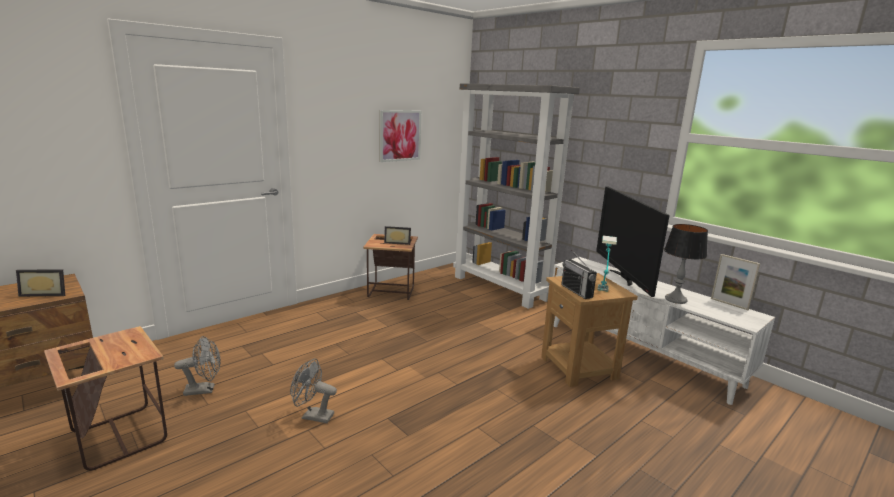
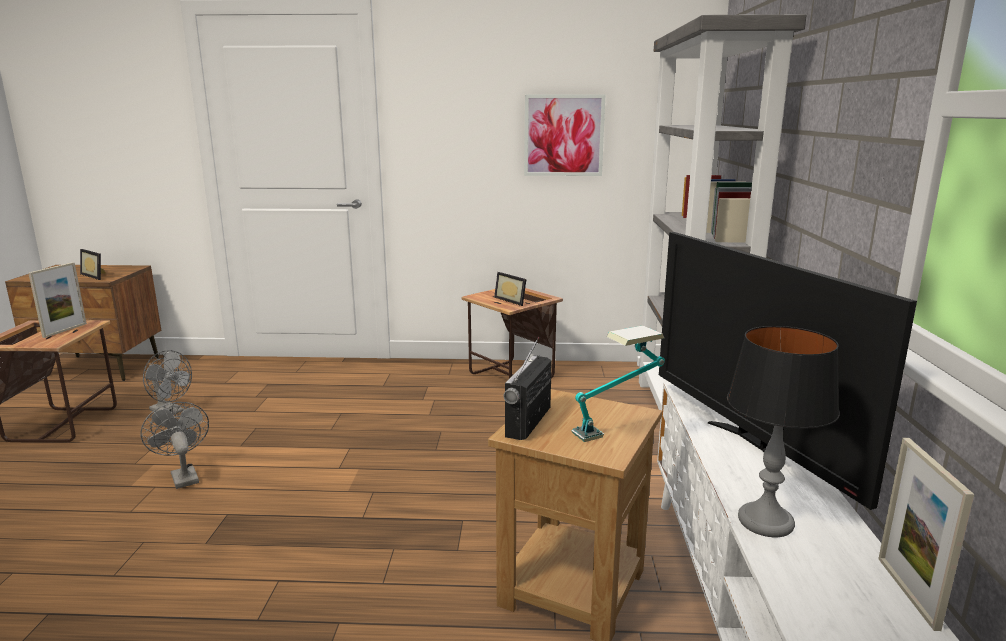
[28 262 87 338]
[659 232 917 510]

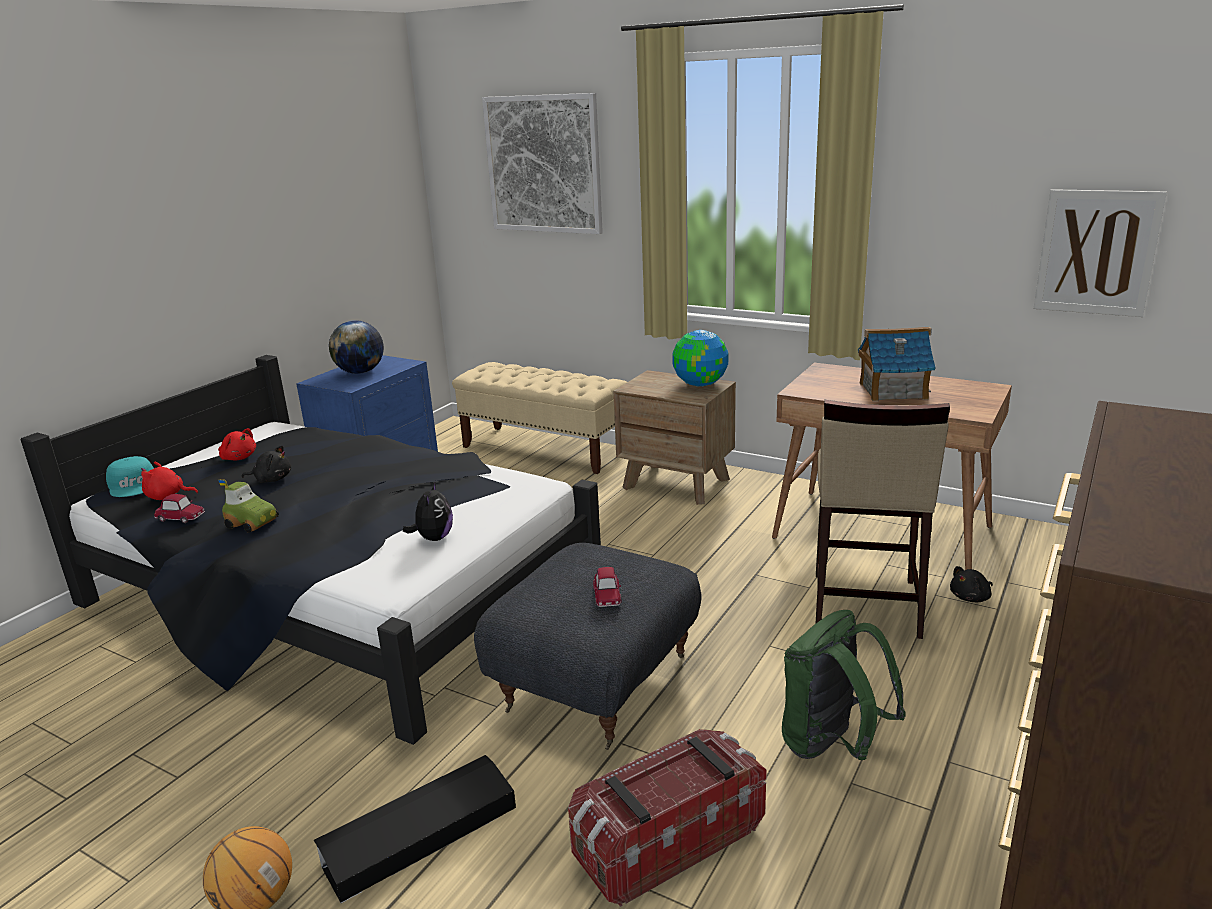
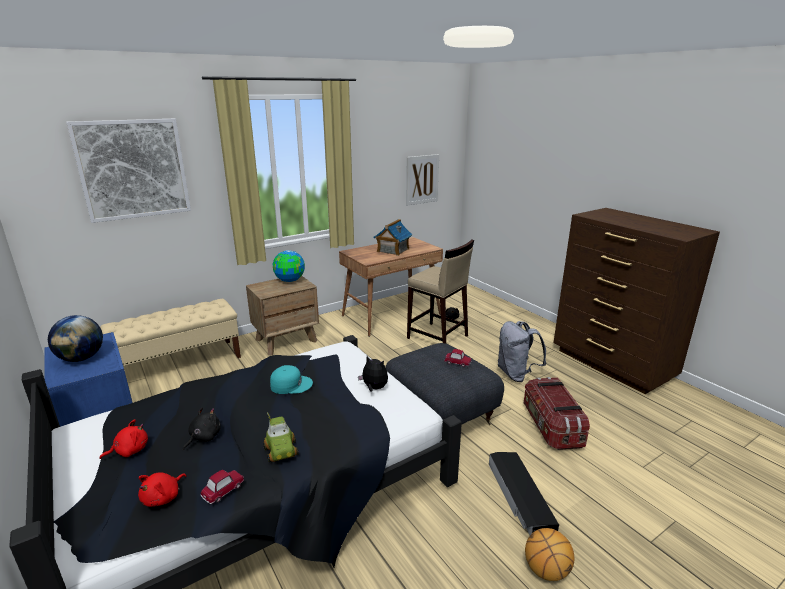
[263 412 298 462]
[270 365 313 394]
[498 321 546 382]

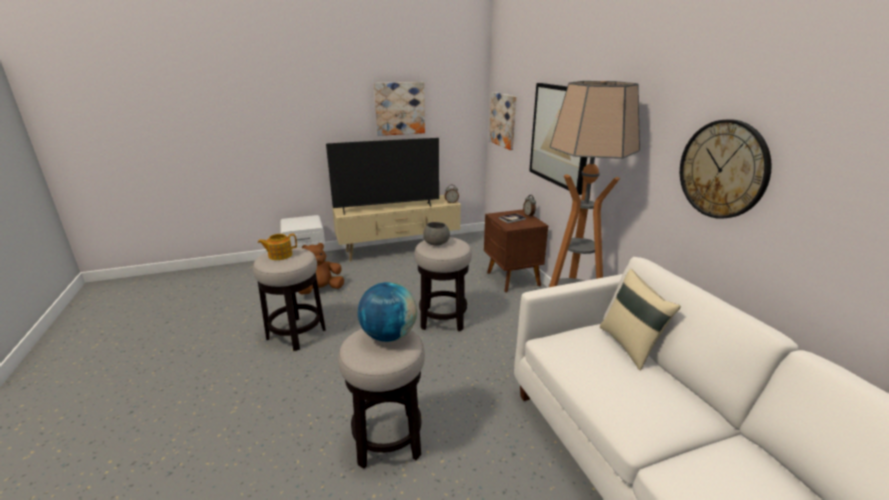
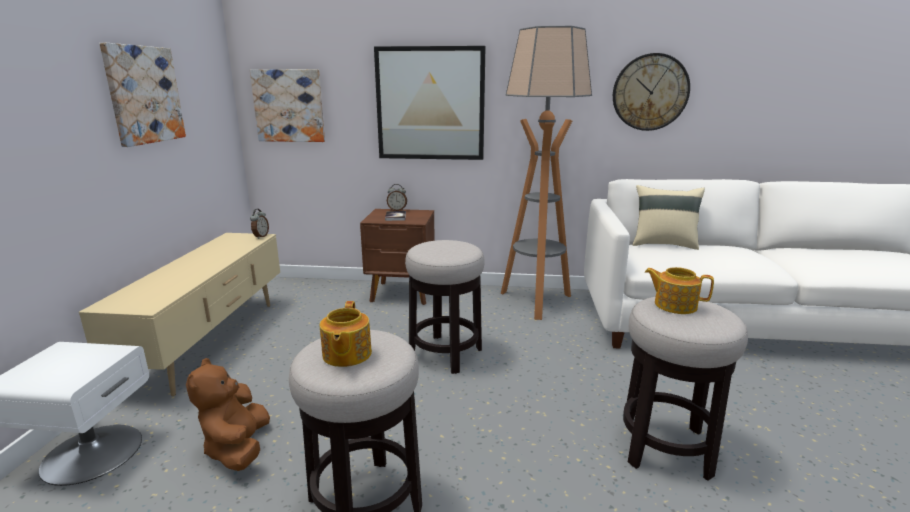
[645 267 714 314]
[326 138 439 215] (first image)
[423 222 450 246] (first image)

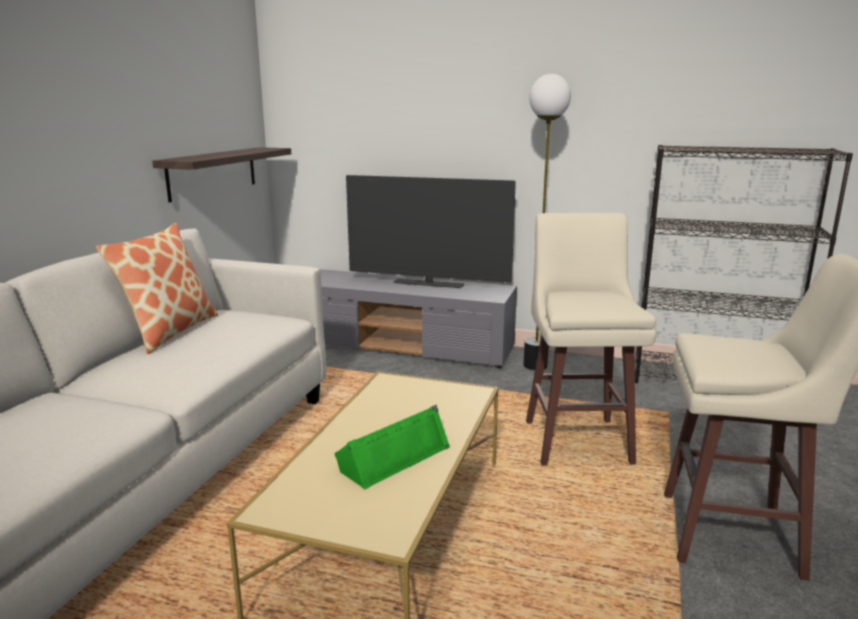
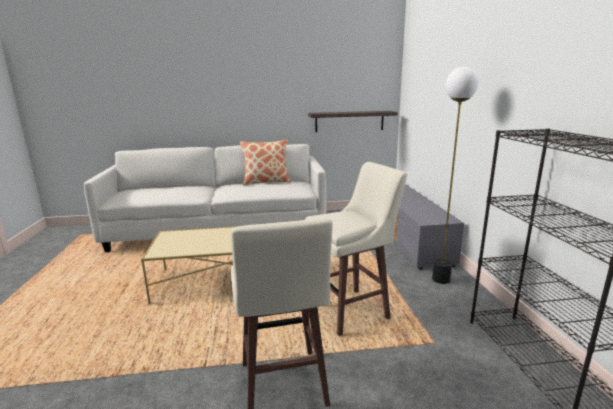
[334 405 450 489] (first image)
[346 175 516 288] (first image)

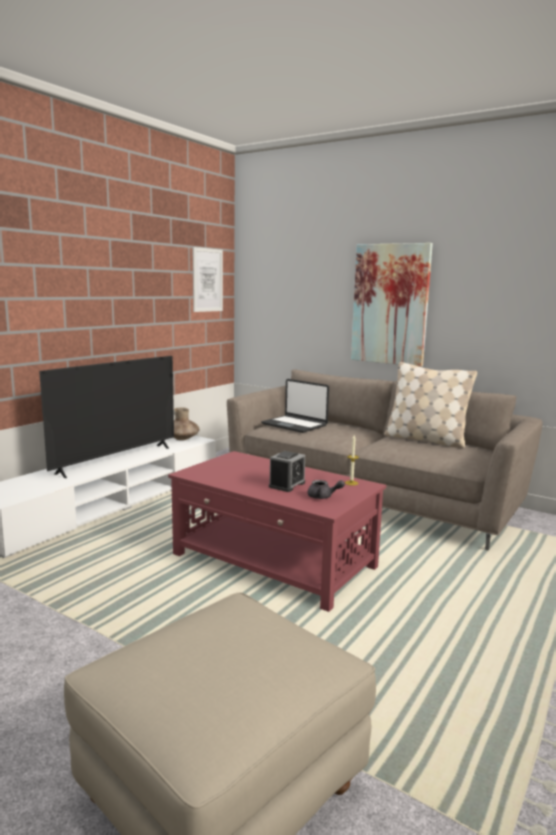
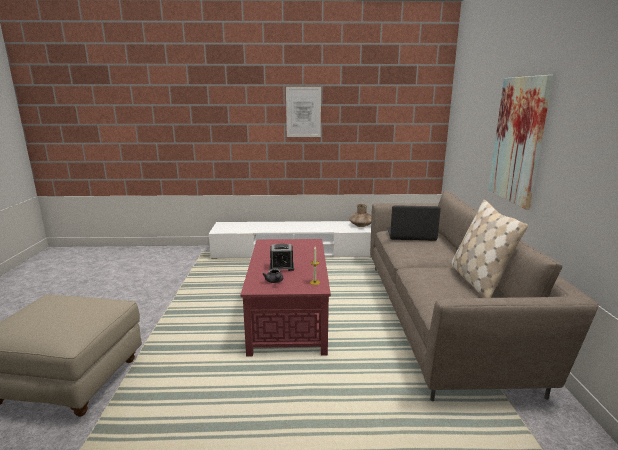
[286 87 321 137]
[387 205 441 241]
[39 356 174 478] (first image)

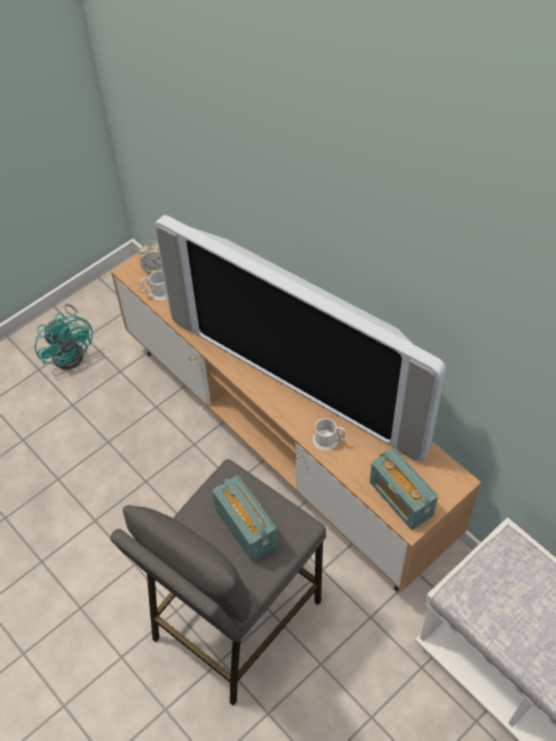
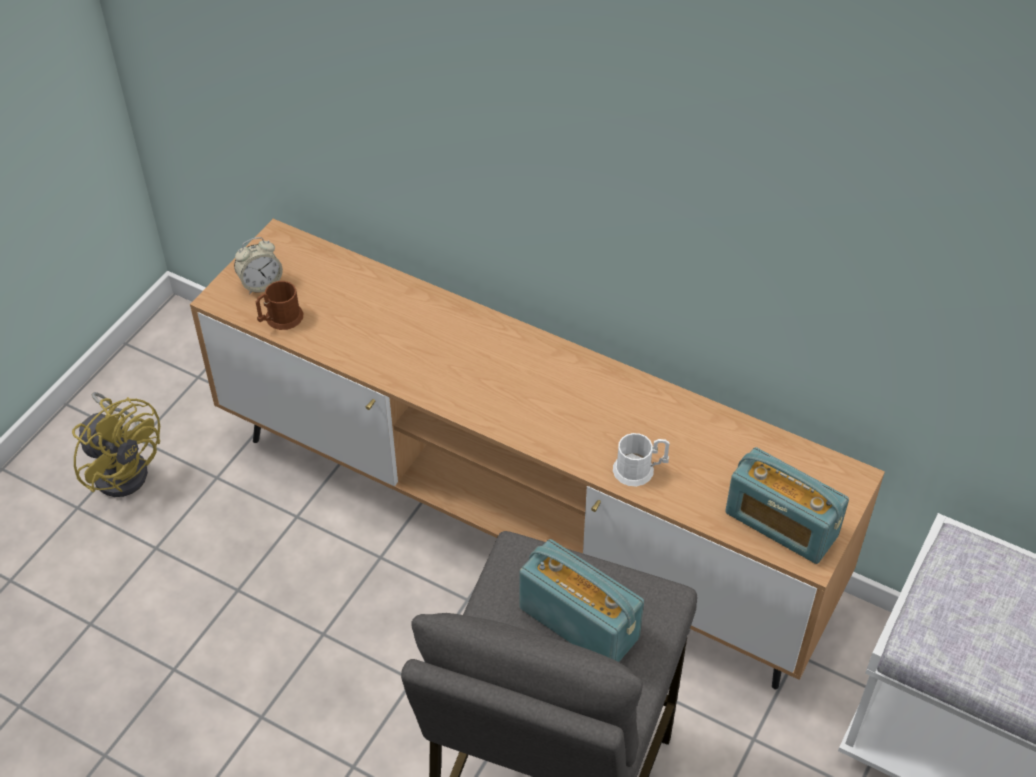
[72 392 160 497]
[256 281 303 330]
[154 215 446 461] (first image)

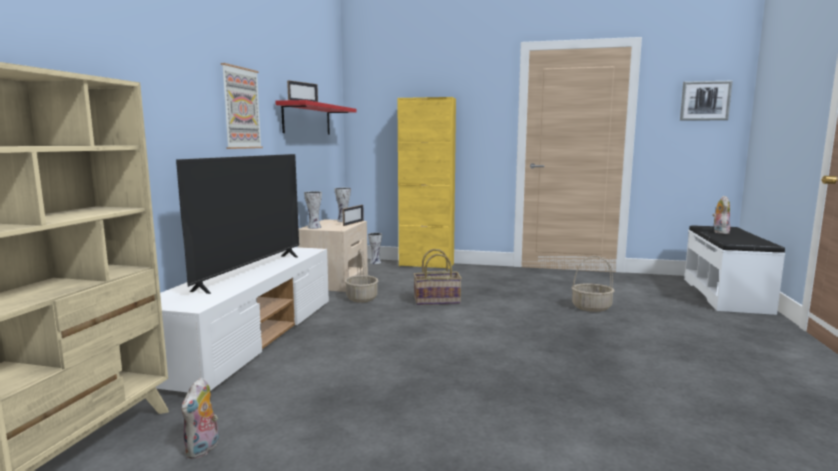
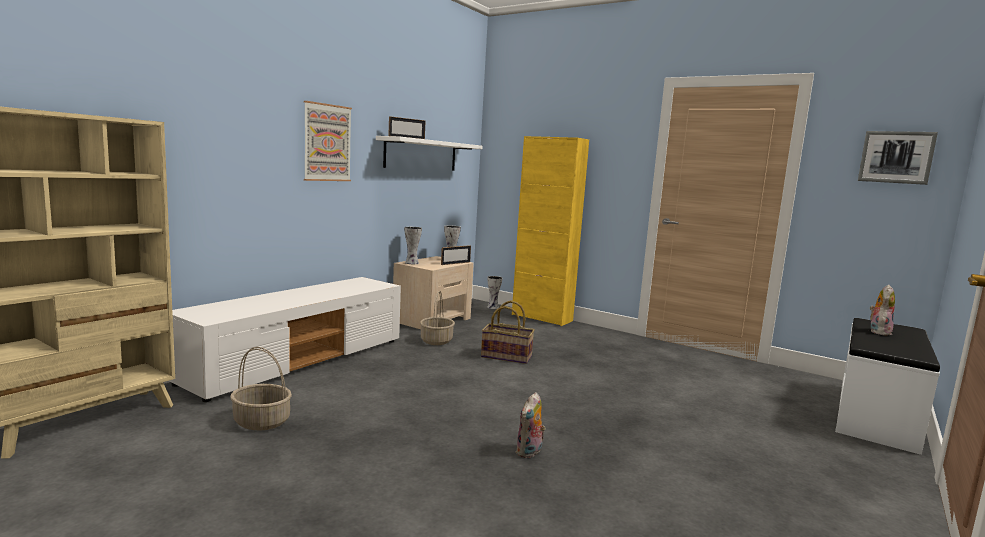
[230 347 292 430]
[376 136 482 171]
[516 392 546 458]
[176 154 299 294] (first image)

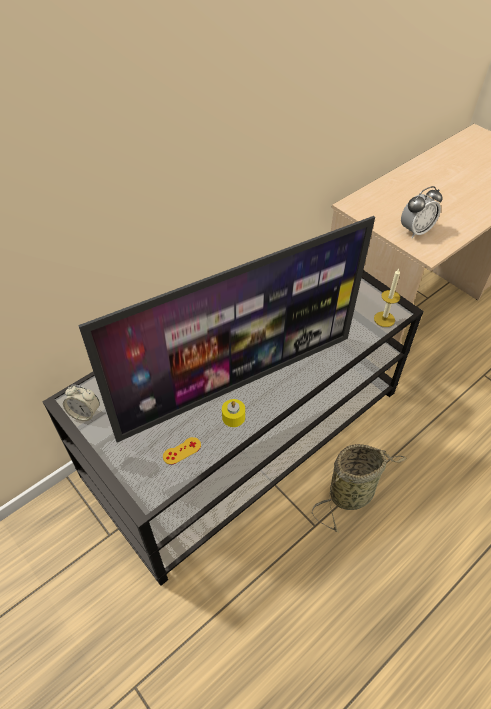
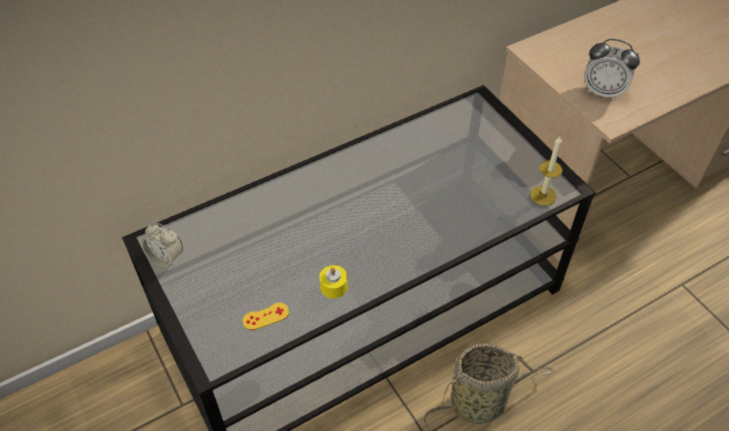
[584 39 640 100]
[78 216 375 442] (first image)

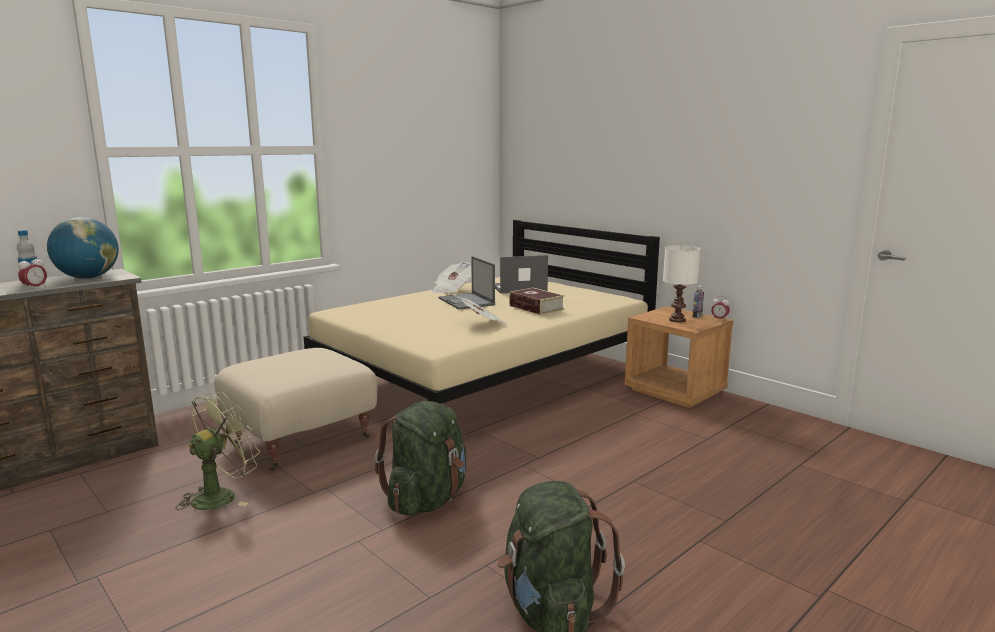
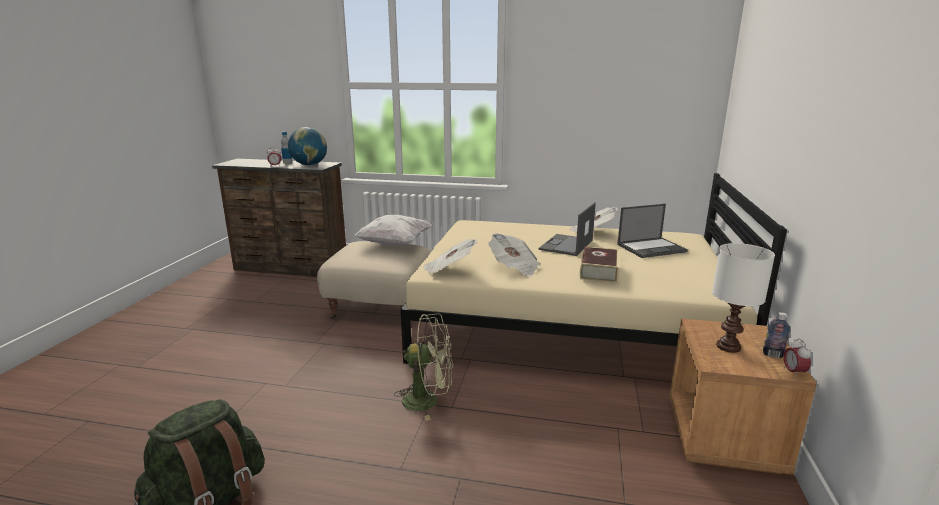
[355 215 432 246]
[394 314 453 421]
[423 239 477 274]
[617 204 688 258]
[375 401 466 516] (first image)

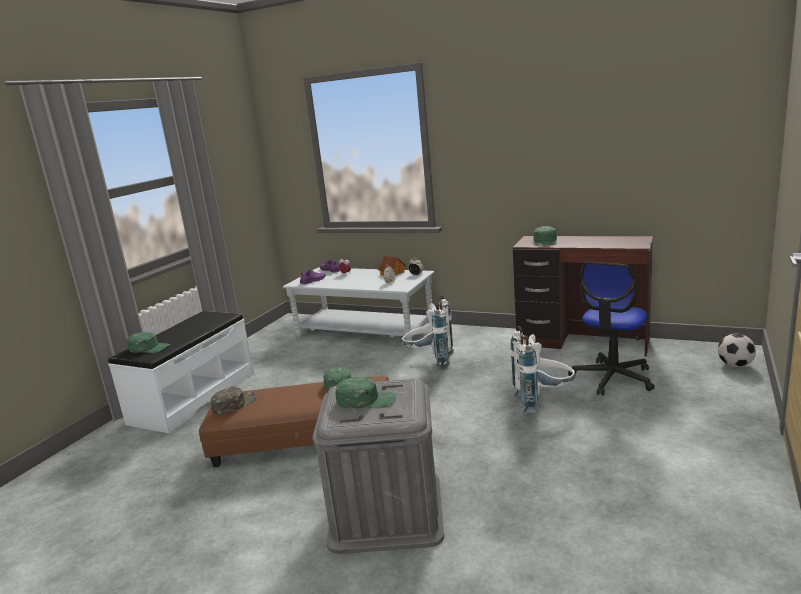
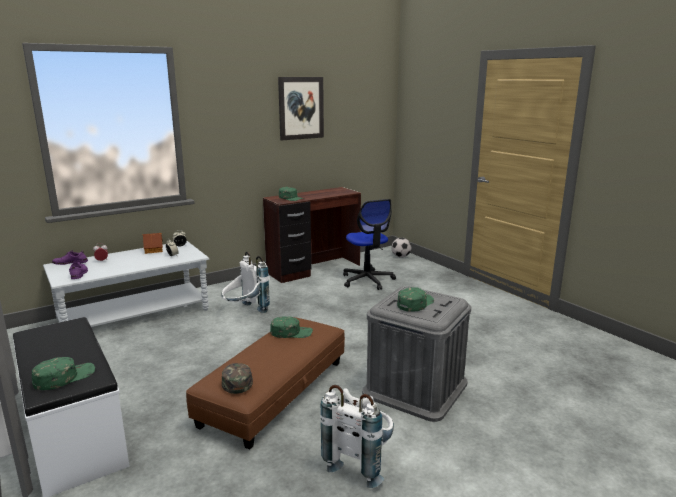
[278 77 324 140]
[320 385 394 488]

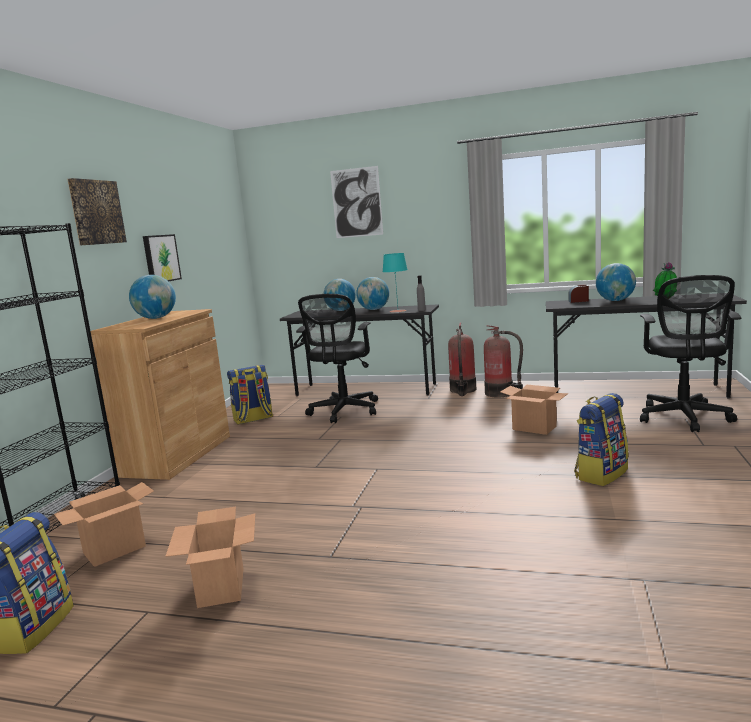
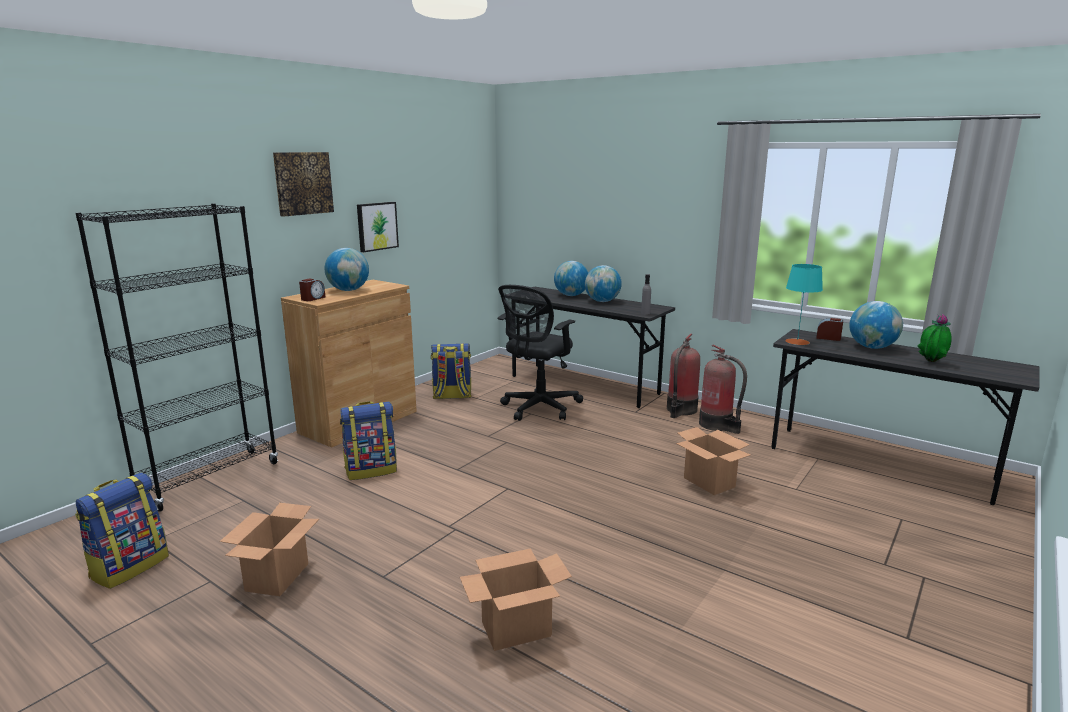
[299 279 325 301]
[340 401 397 480]
[460 548 572 651]
[785 264 823 345]
[330 166 383 238] (first image)
[640 275 742 432] (first image)

